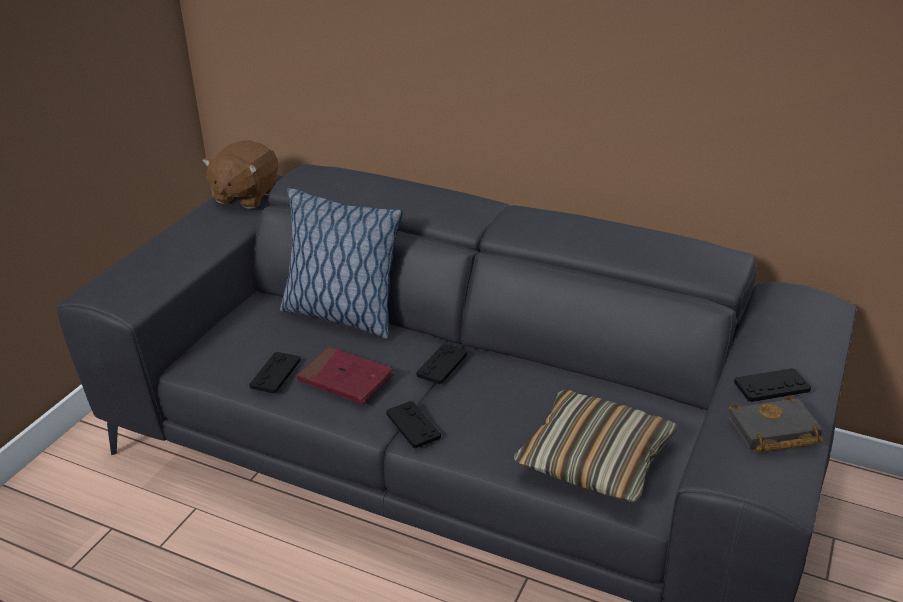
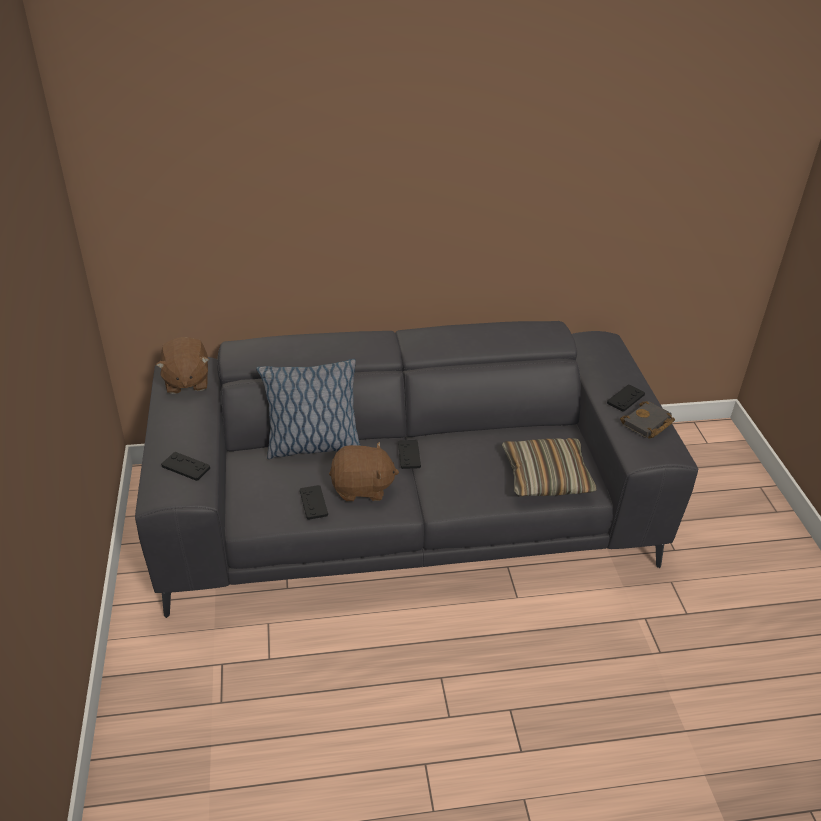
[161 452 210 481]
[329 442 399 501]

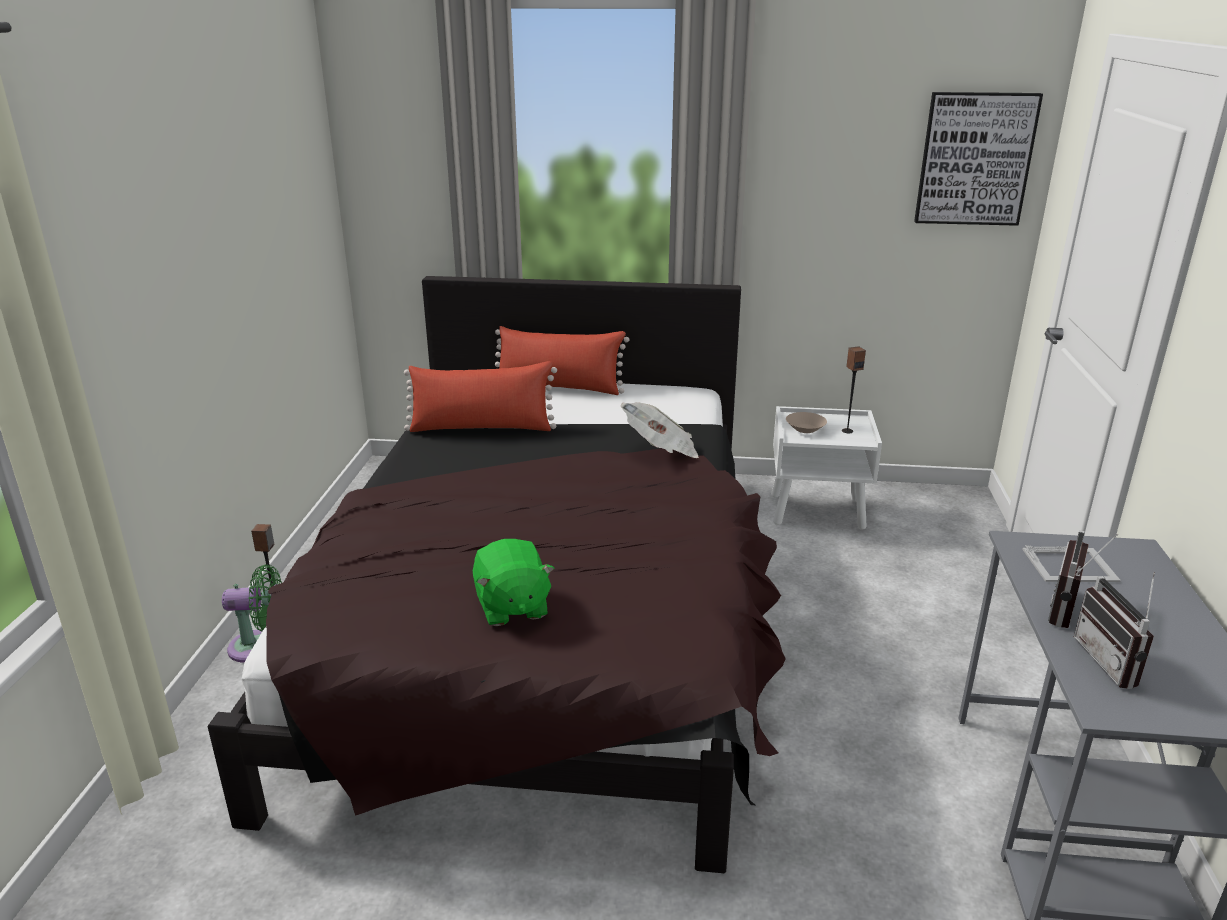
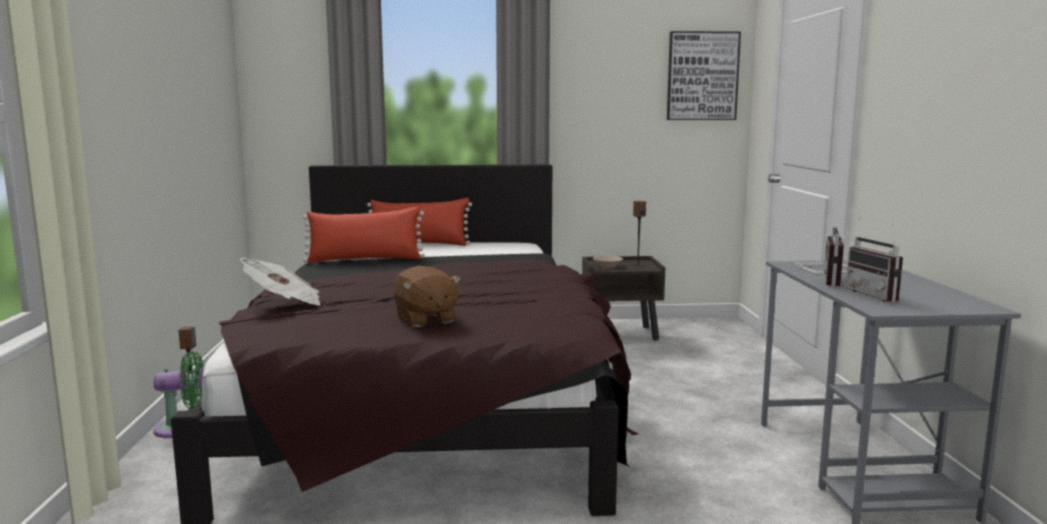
[240 258 321 305]
[393 266 461 327]
[582 256 665 341]

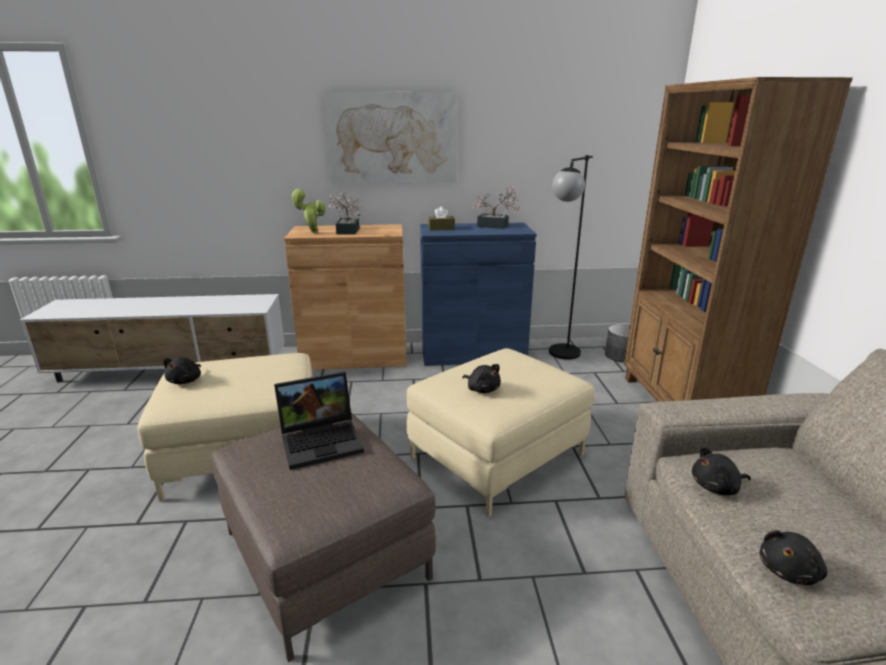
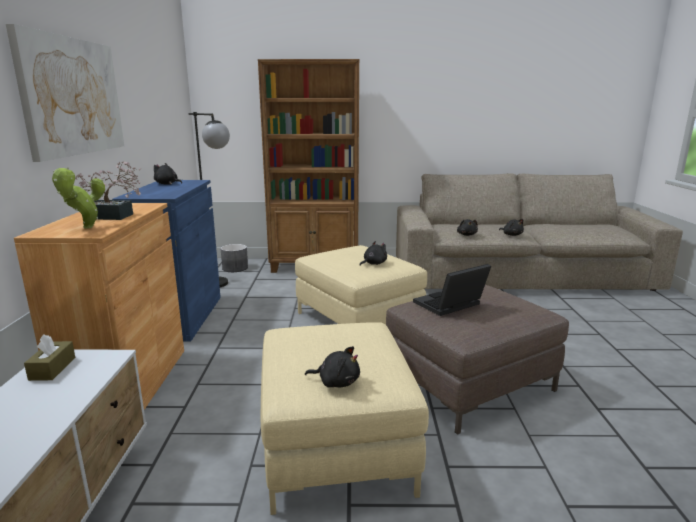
[24 334 75 381]
[154 163 182 185]
[413 264 491 316]

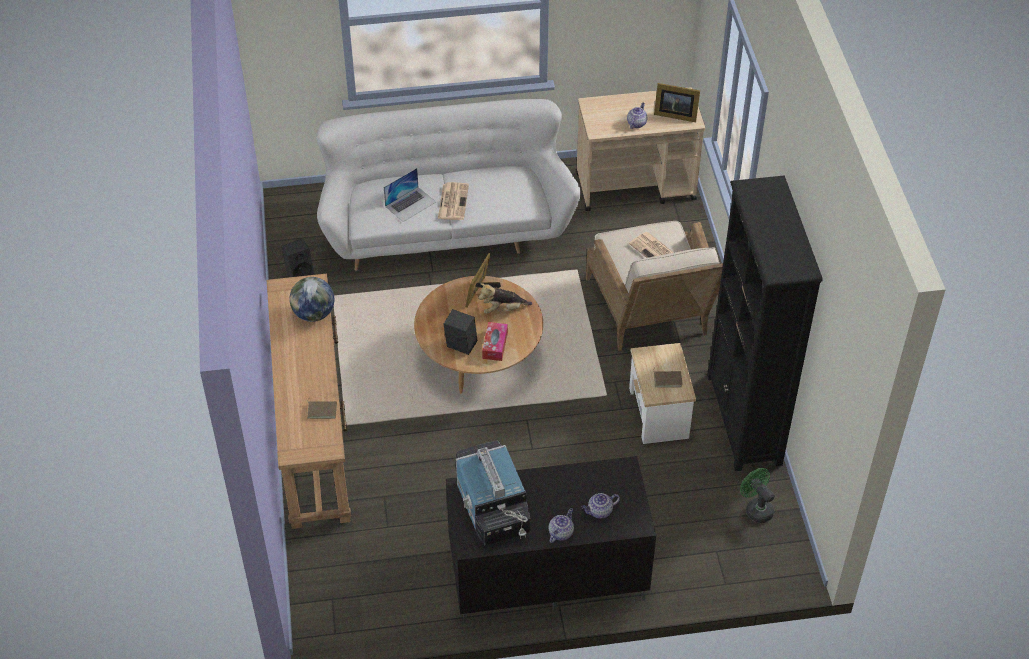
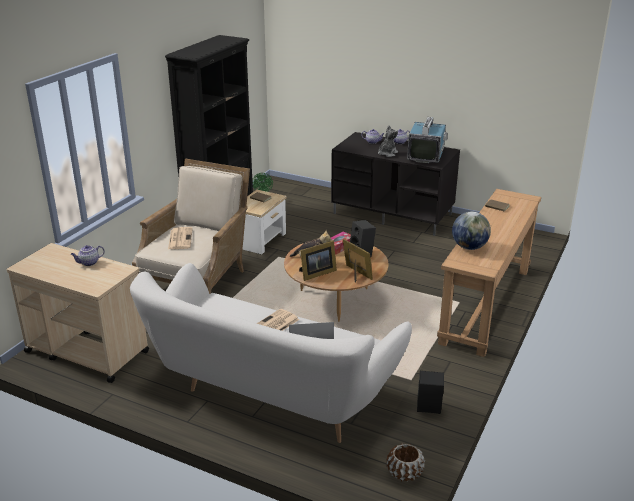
[343 239 373 283]
[378 125 398 157]
[386 444 425 482]

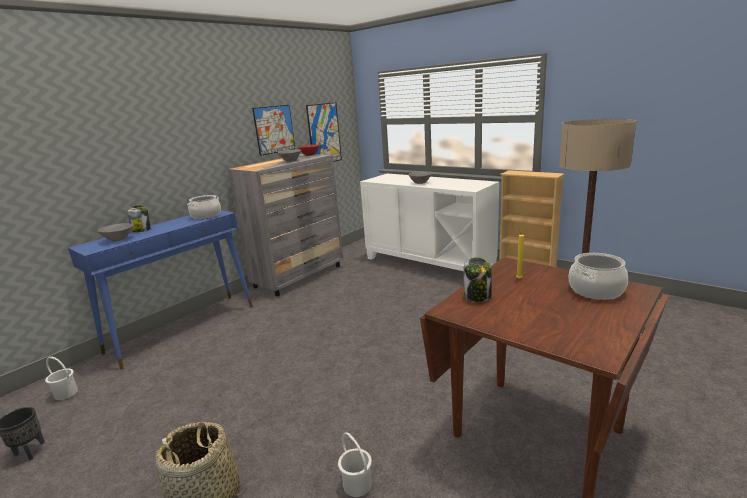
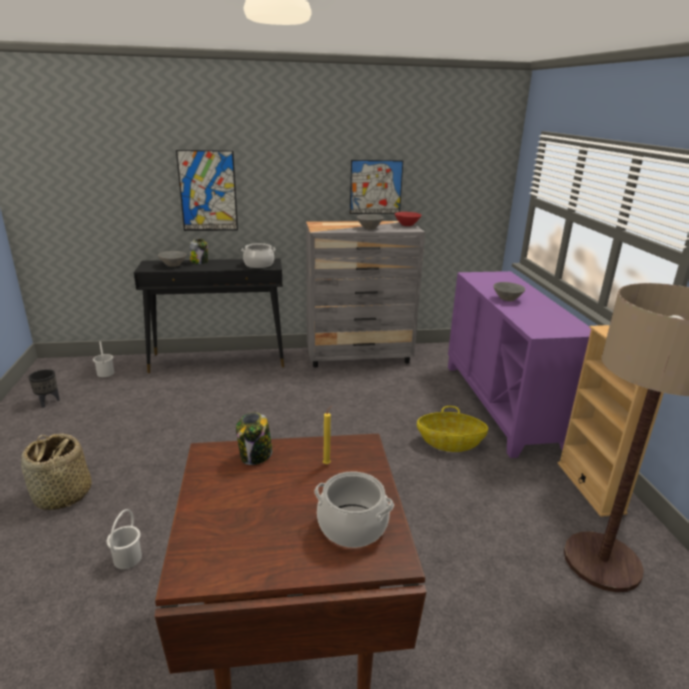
[134 259 284 373]
[176 150 238 231]
[417 406 488 452]
[448 271 591 458]

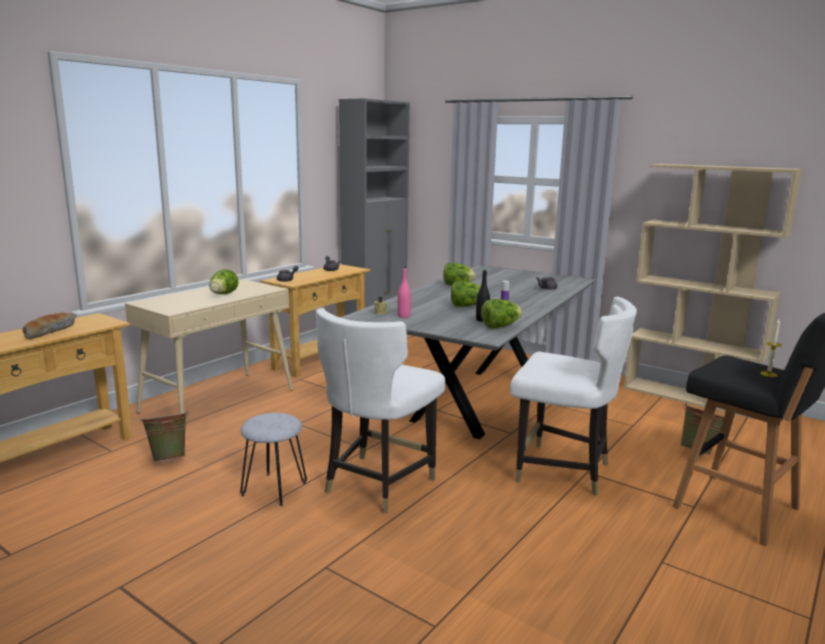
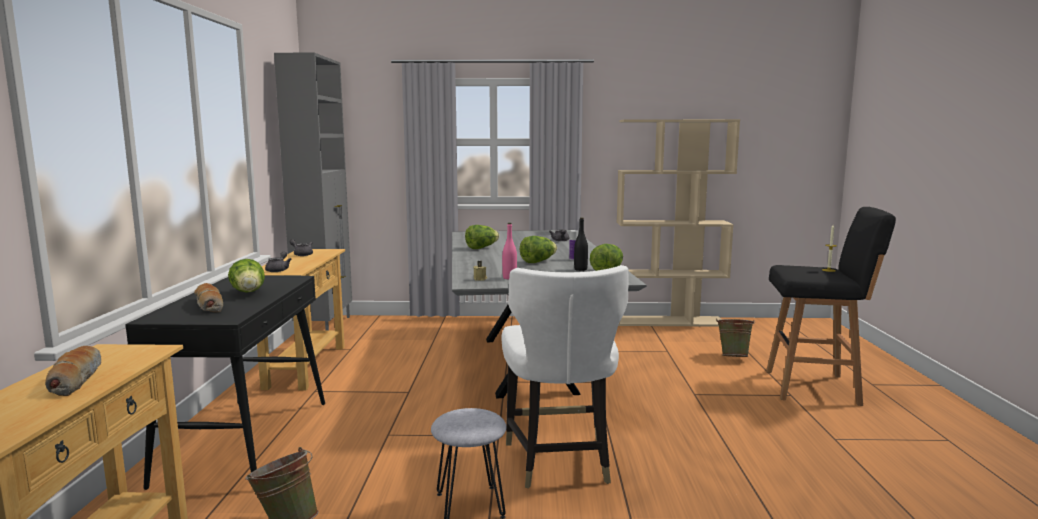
[125 276 325 490]
[194 283 223 312]
[510 297 637 495] (first image)

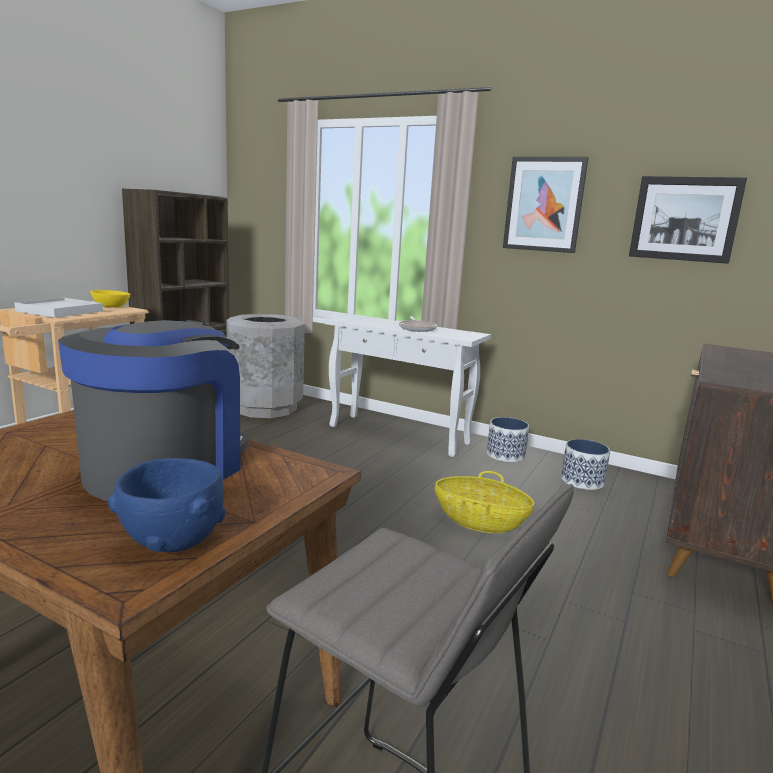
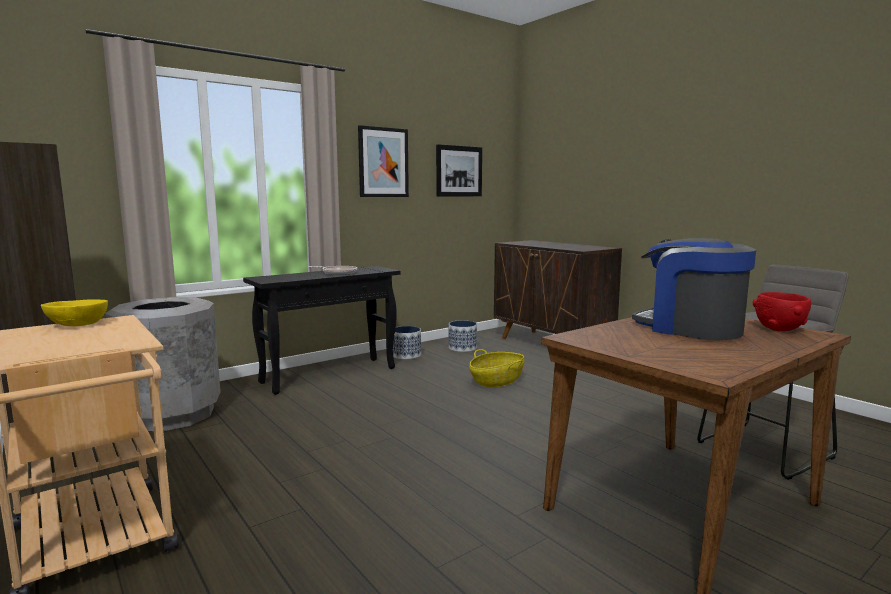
[243 266 400 395]
[753 292 811 331]
[14 298 103 318] (first image)

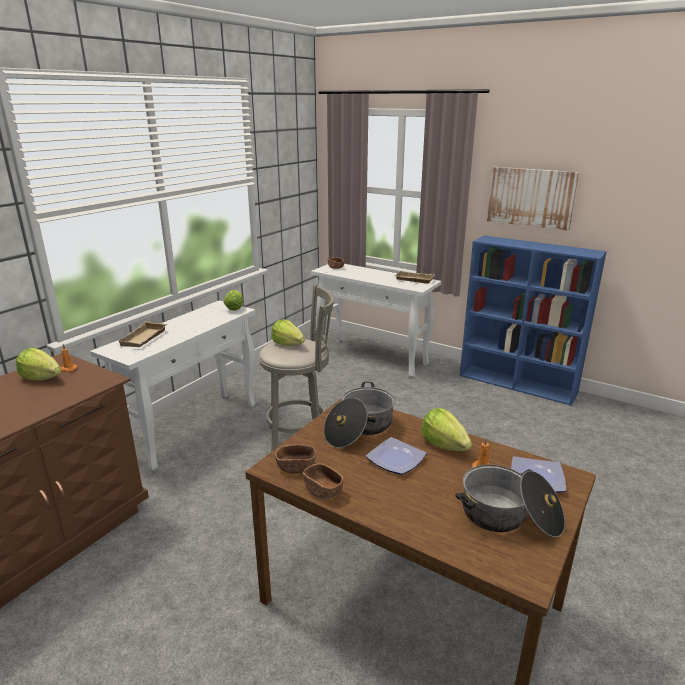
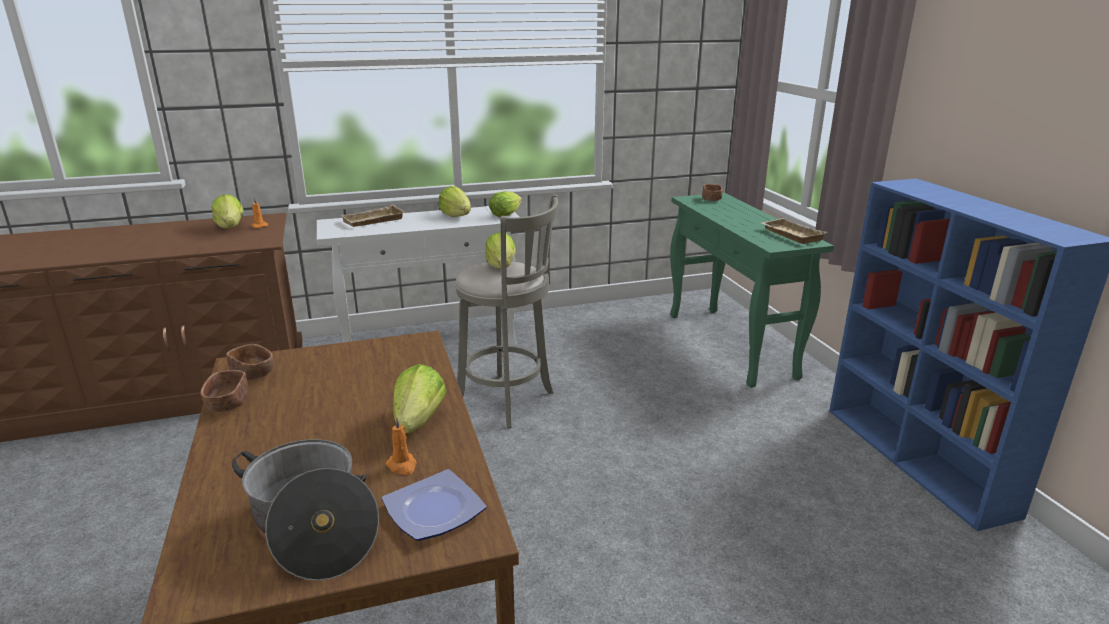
[439 186 471 217]
[670 193 834 388]
[324 382 395 448] (first image)
[366 437 427 475] (first image)
[487 167 579 231] (first image)

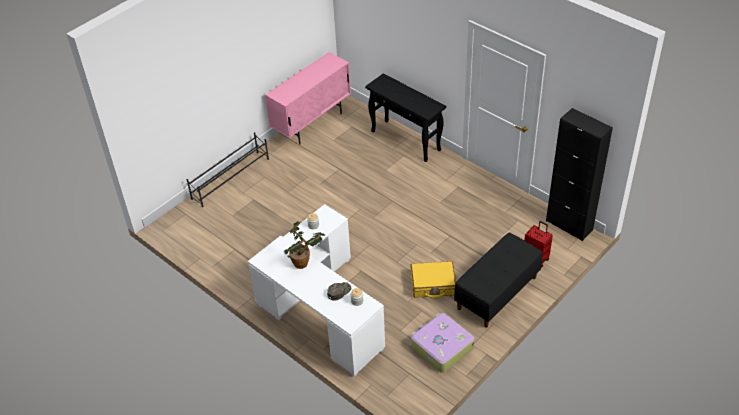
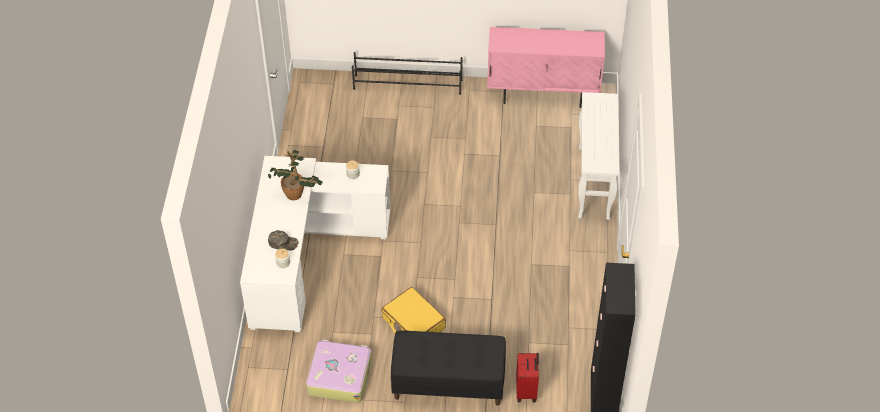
[578 92 619 220]

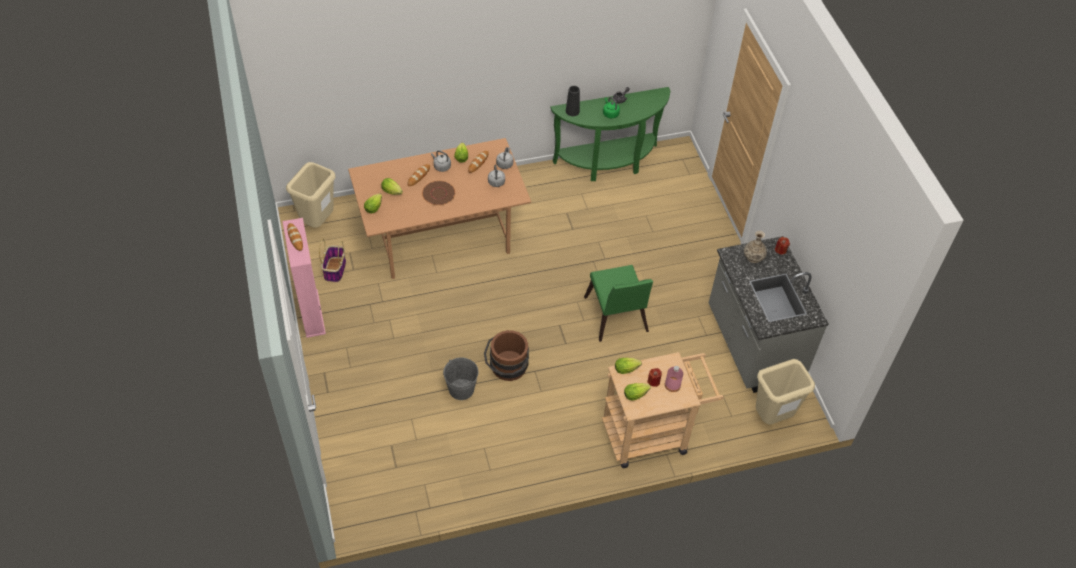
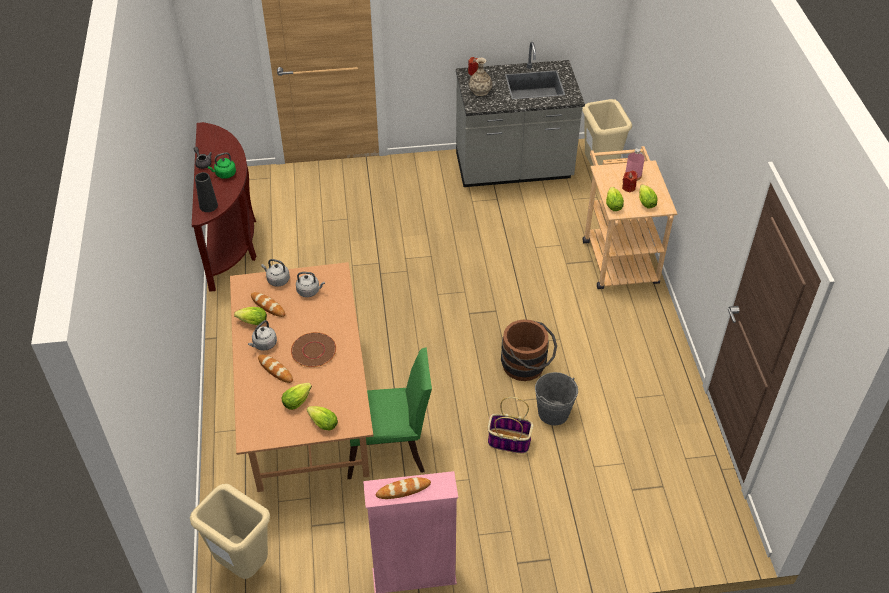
[192 122 257 292]
[347 347 432 479]
[488 397 533 454]

